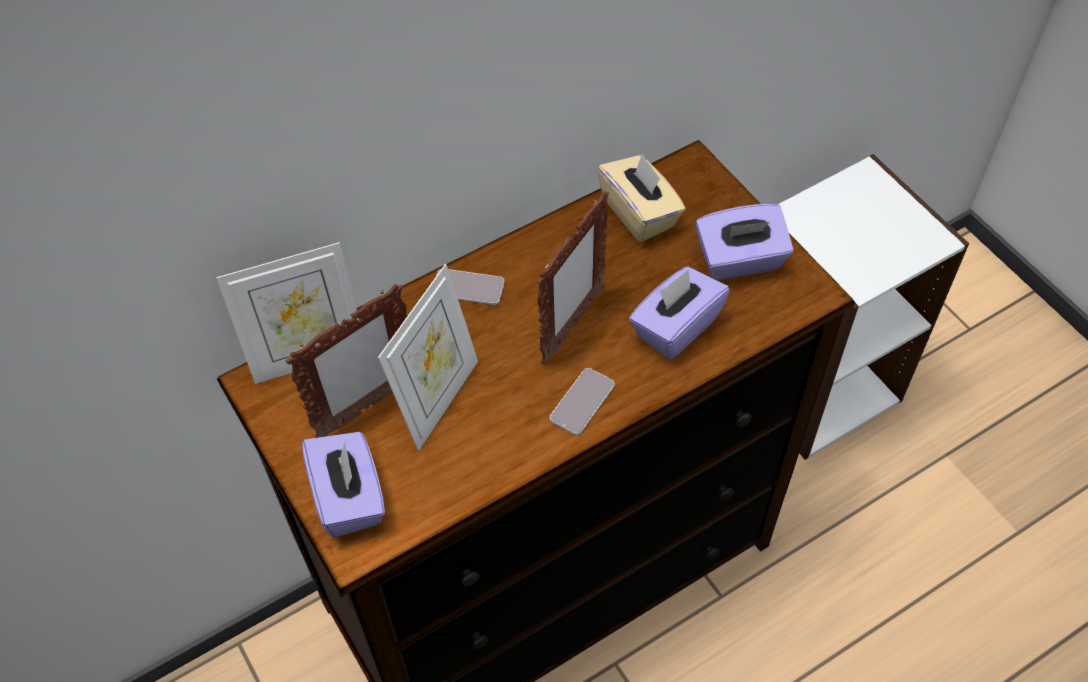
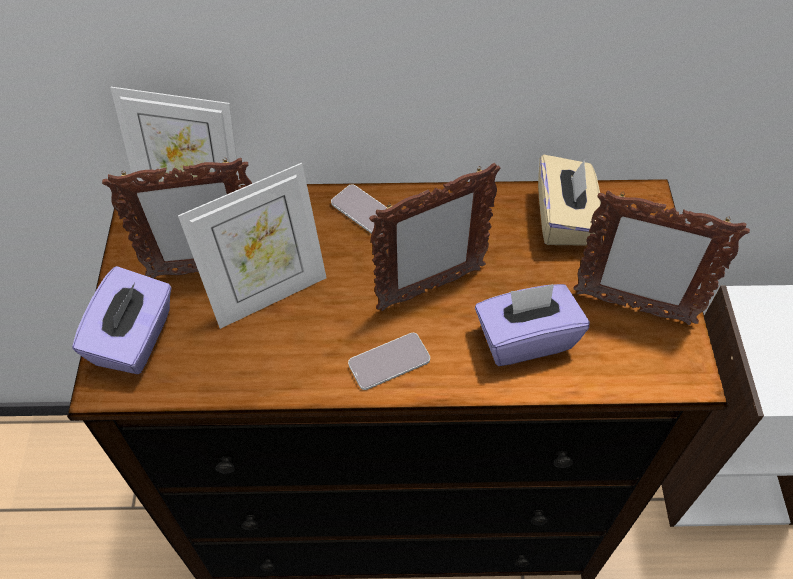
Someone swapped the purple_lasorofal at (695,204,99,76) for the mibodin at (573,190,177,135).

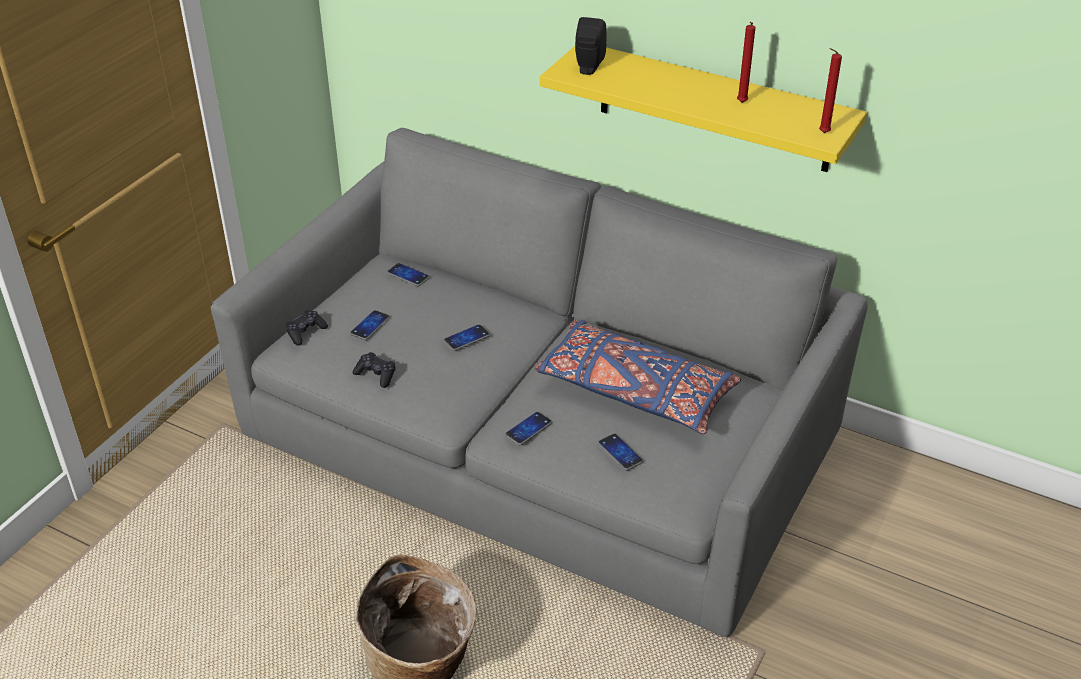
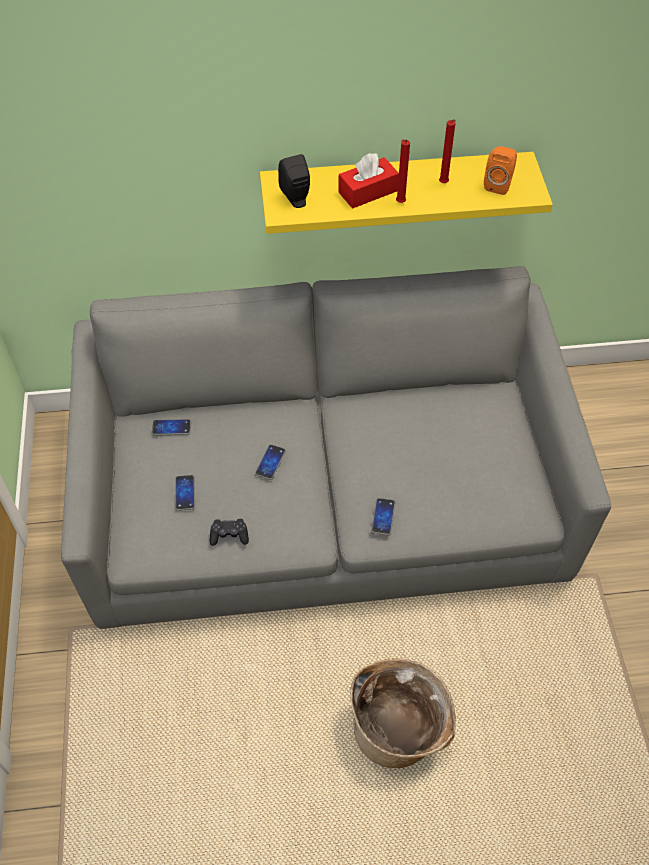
Someone carried the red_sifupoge from (819,48,23,85) to (396,139,14,64). Someone took away the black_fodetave at (285,310,43,36). Someone took away the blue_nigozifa at (535,320,206,114). Someone took away the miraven at (598,434,45,37). Someone put down the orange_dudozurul at (484,146,33,49). Someone put down the red_lasorofal at (338,153,61,56).

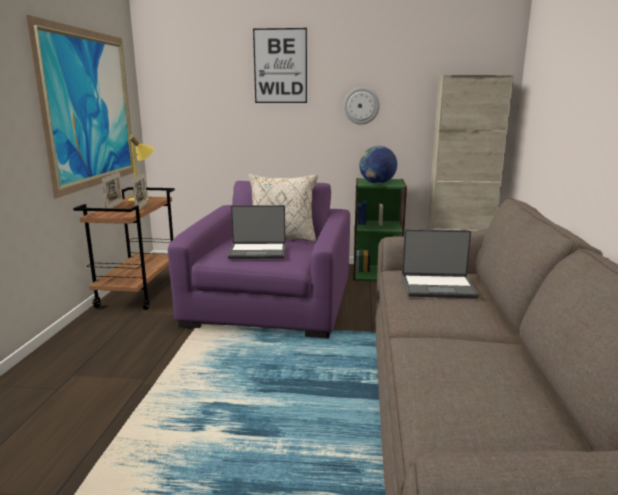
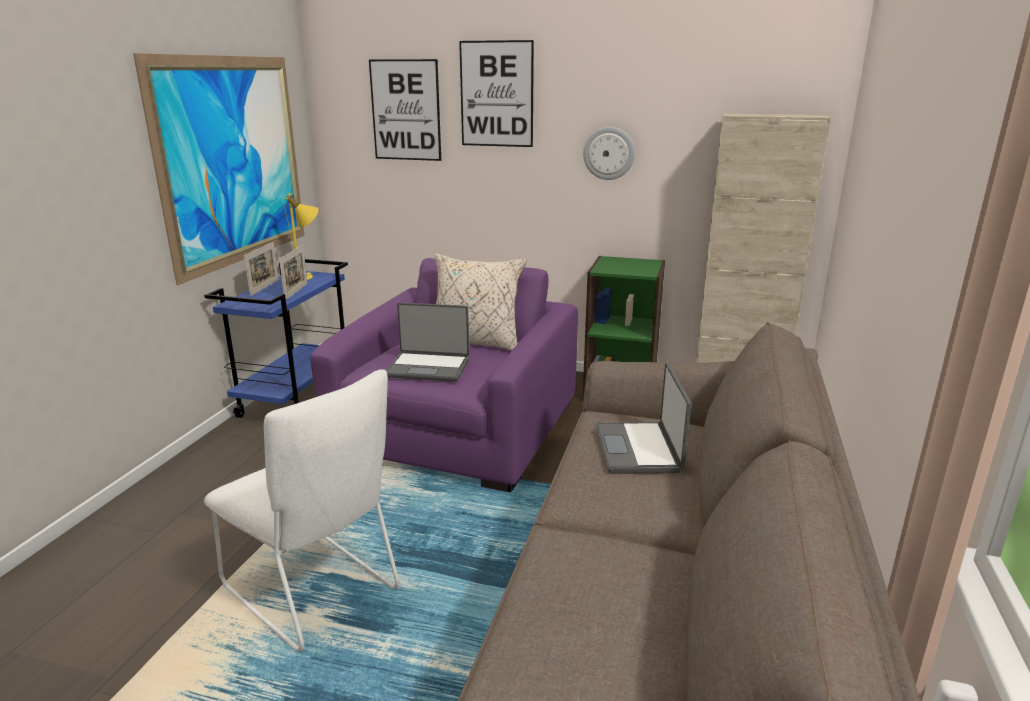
Someone took away the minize at (359,146,38,38). Someone repainted the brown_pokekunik at (73,187,102,123), which became the blue_pokekunik at (204,259,144,159). Someone rotated the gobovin at (402,229,77,69) by 75 degrees clockwise. Someone put up the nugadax at (369,59,72,102). Someone put down the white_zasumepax at (204,369,195,283).

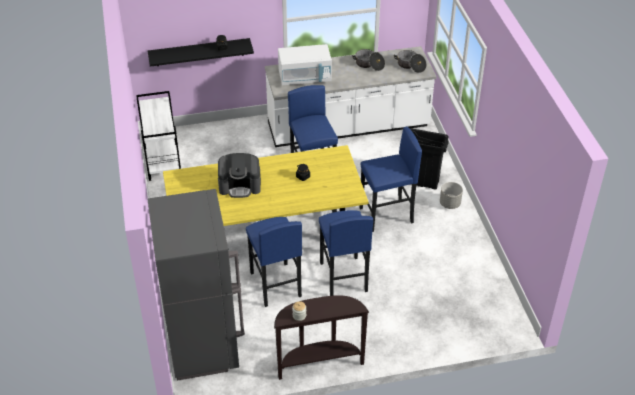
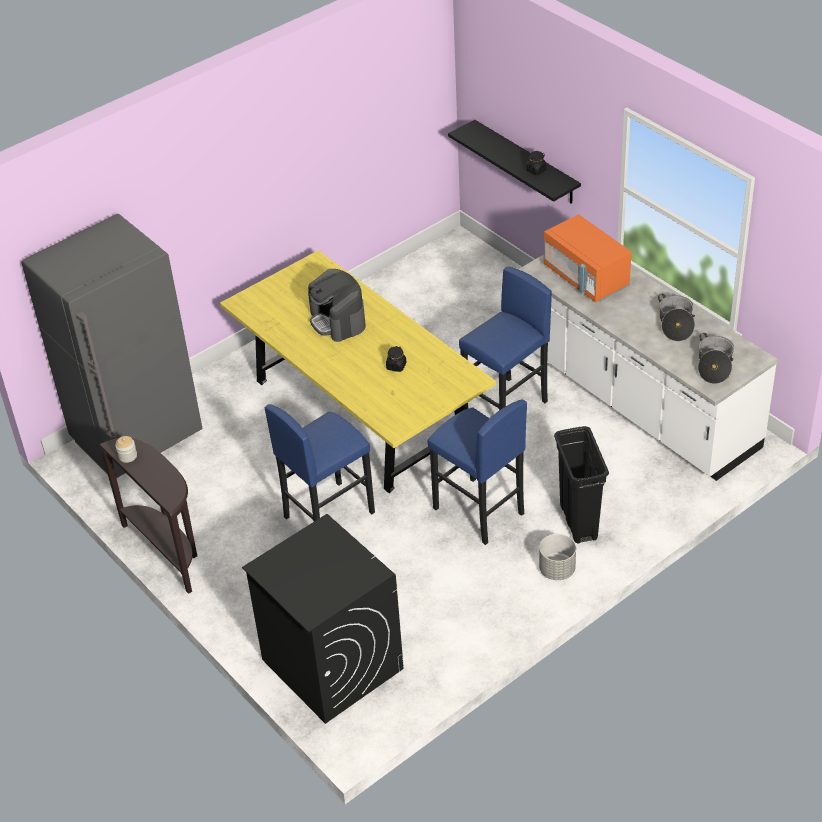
Someone repainted the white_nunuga at (278,44,54,41), which became the orange_nunuga at (544,214,88,88). Someone took away the white_pokekunik at (136,91,45,90). Someone took away the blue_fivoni at (246,217,56,90). Someone put down the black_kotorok at (242,514,162,210).

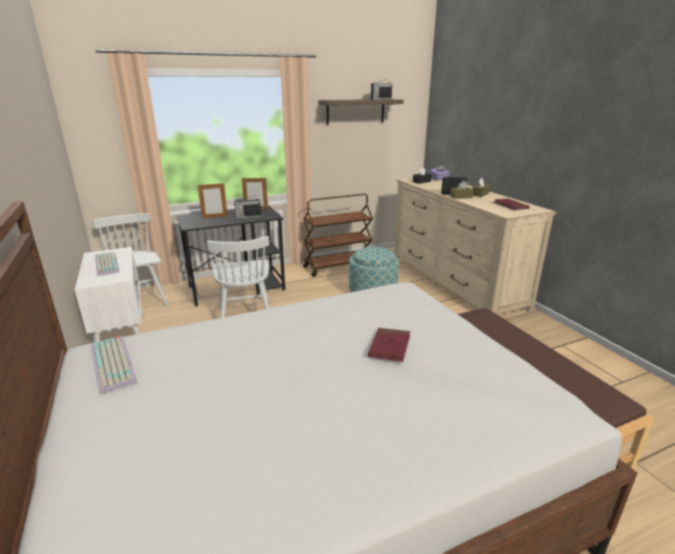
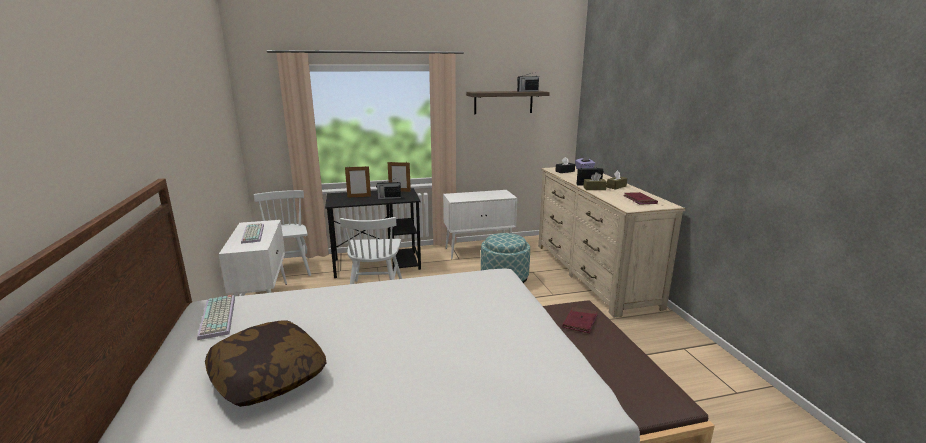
Someone swapped the brown_pokekunik at (303,194,70,83) for the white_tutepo at (443,190,74,69). Someone carried the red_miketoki from (368,328,42,34) to (563,307,34,26). Someone put down the nigozifa at (205,320,122,87).

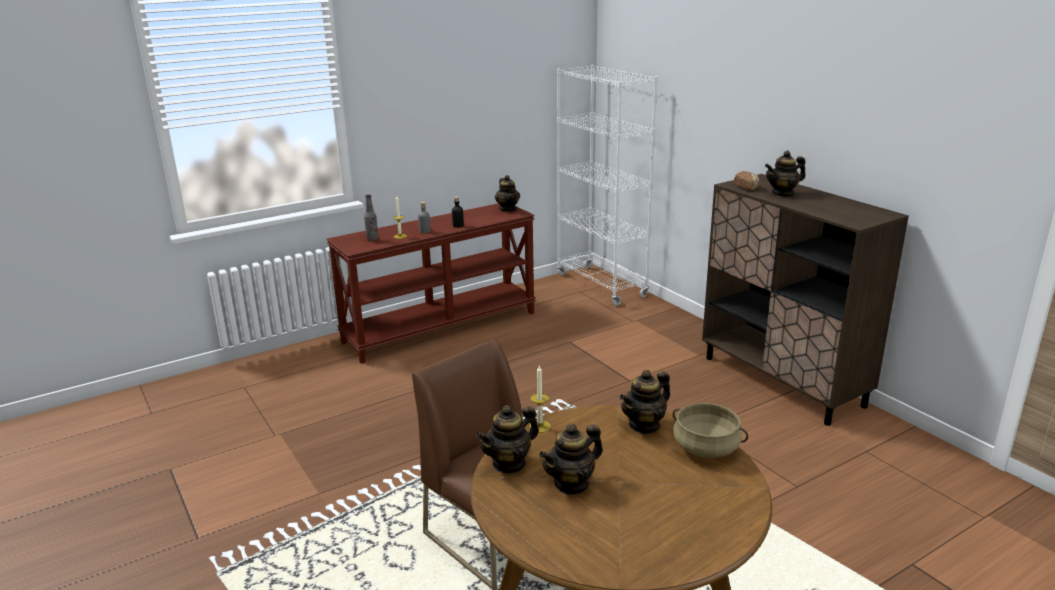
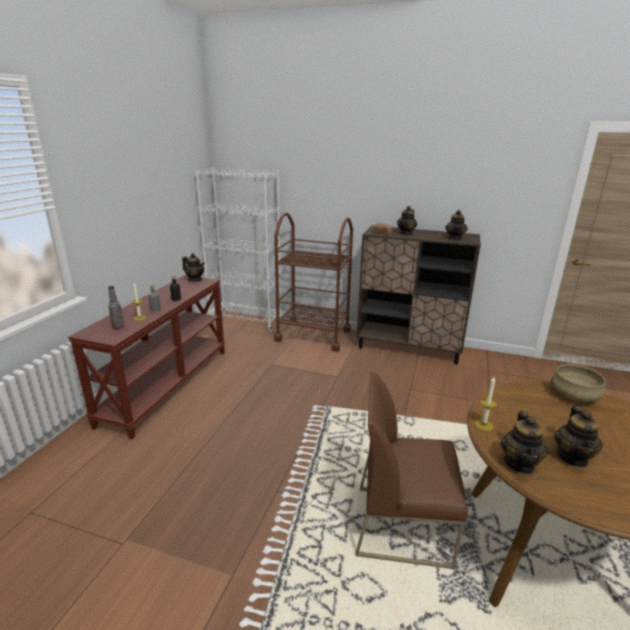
Someone carried the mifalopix from (620,370,50,64) to (445,210,23,30). Someone put down the brown_pokekunik at (274,213,79,139).

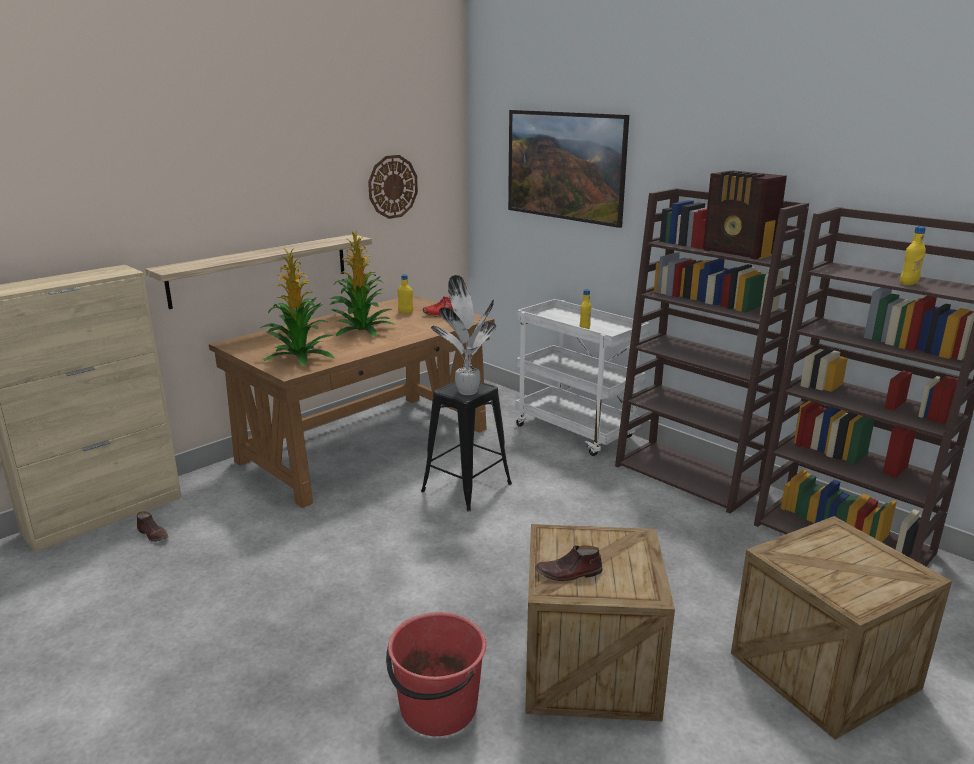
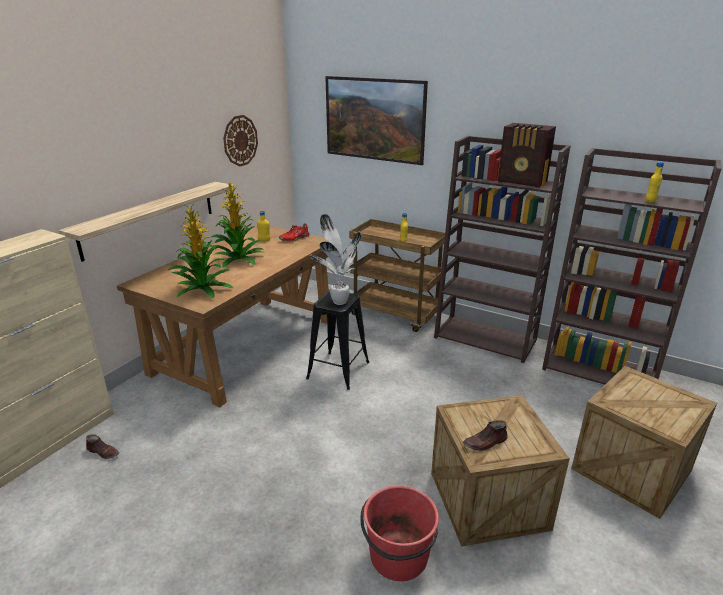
Someone repainted the white_pokekunik at (516,299,134,157), which became the brown_pokekunik at (349,219,96,113).

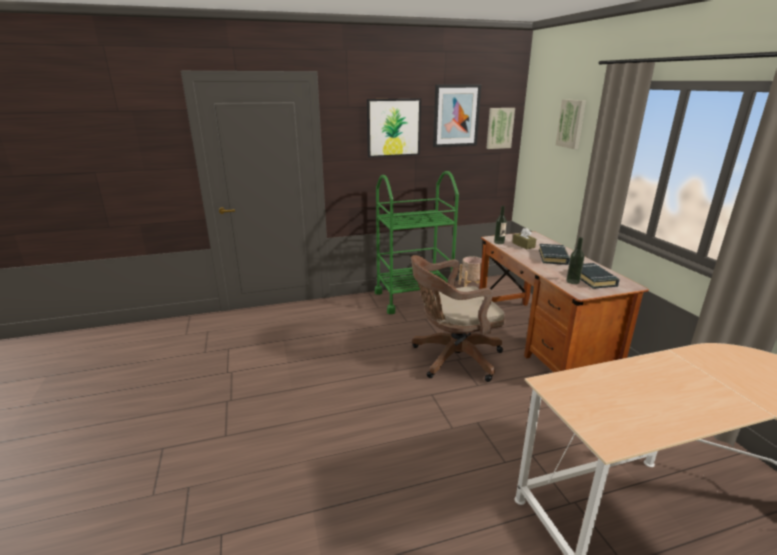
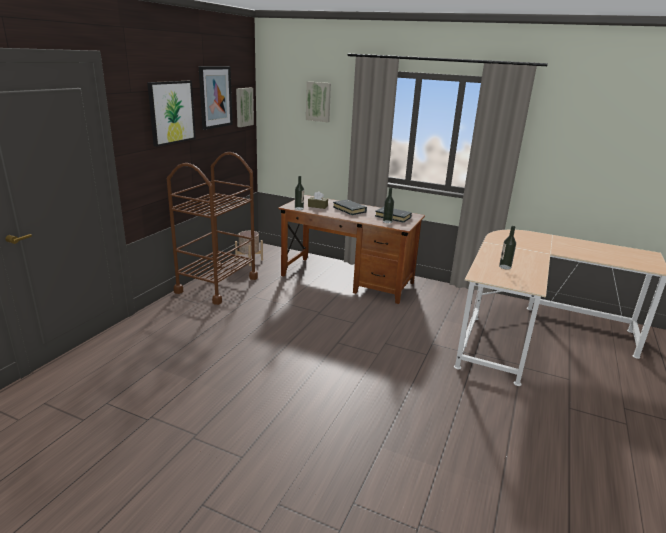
Someone repainted the green_pokekunik at (375,171,84,143), which became the brown_pokekunik at (167,152,91,153). Someone took away the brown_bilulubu at (411,255,94,127). Someone put down the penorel at (499,226,17,44).

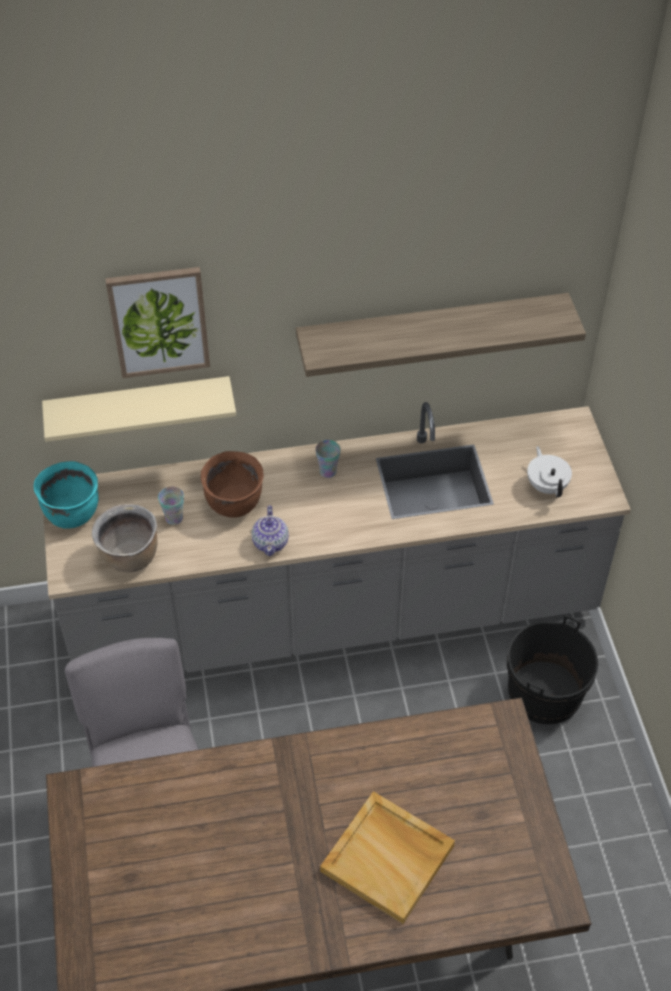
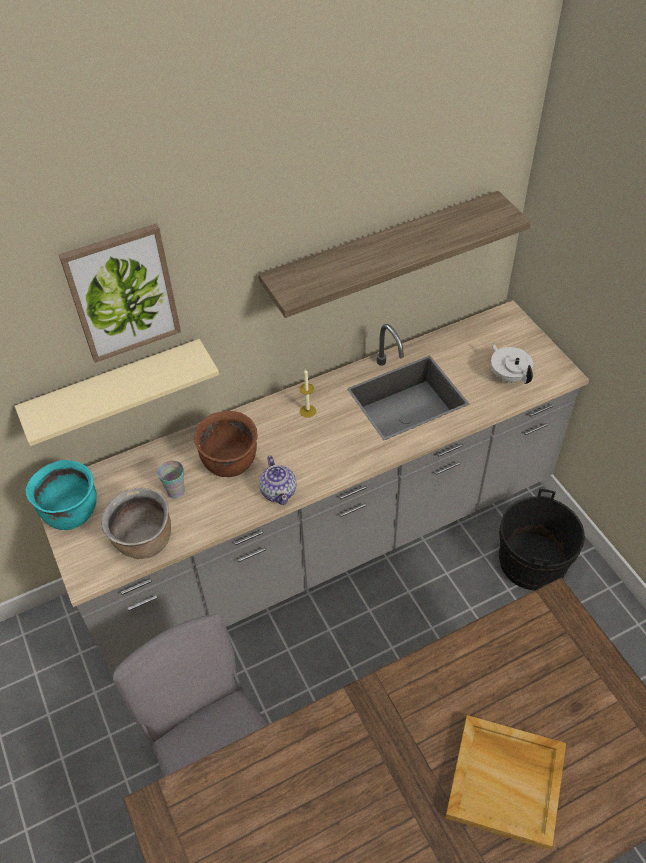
Someone swapped the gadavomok at (315,440,26,38) for the sifupoge at (300,369,16,49).

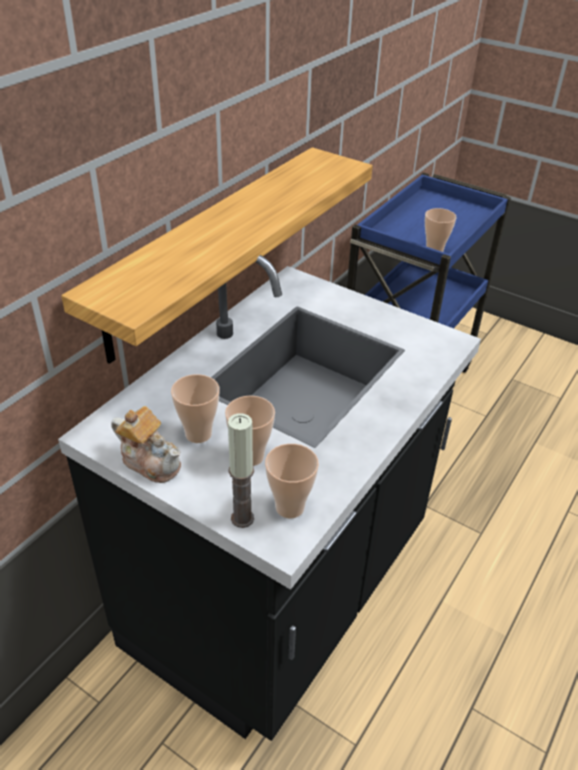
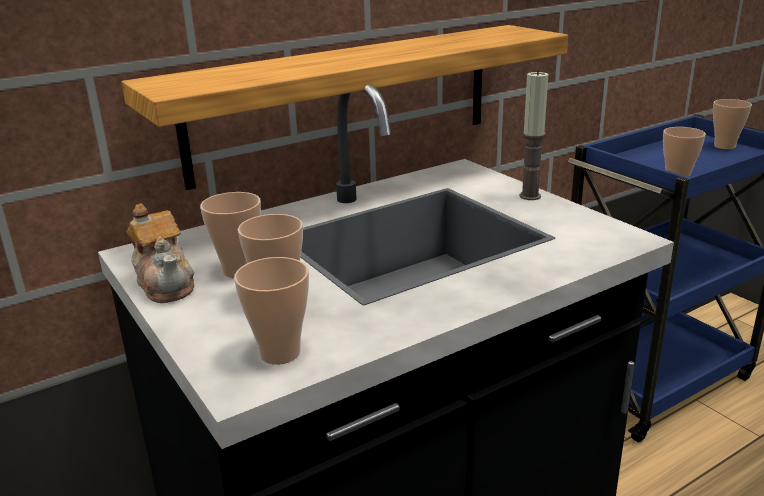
Someone carried the sifupoge from (228,413,26,115) to (519,70,29,130). Someone put down the gadavomok at (713,99,39,51).

